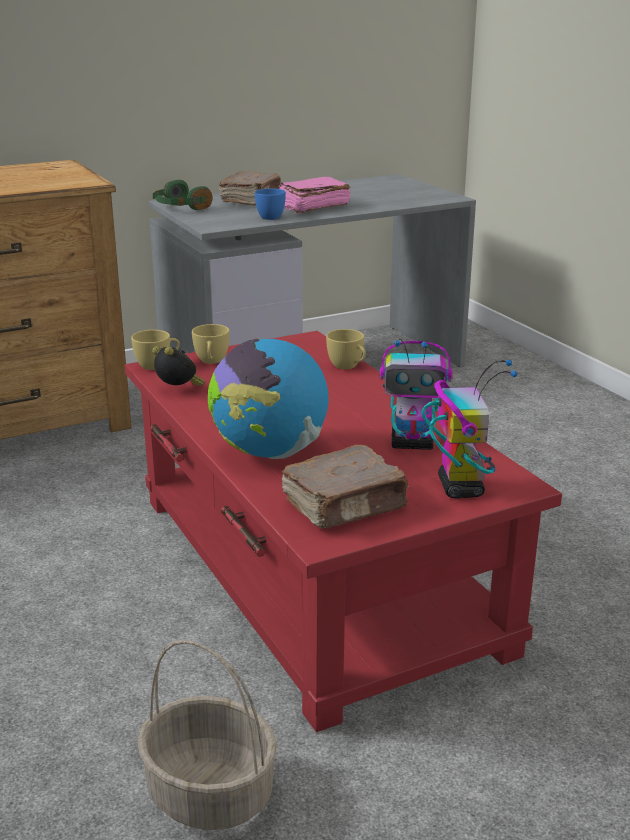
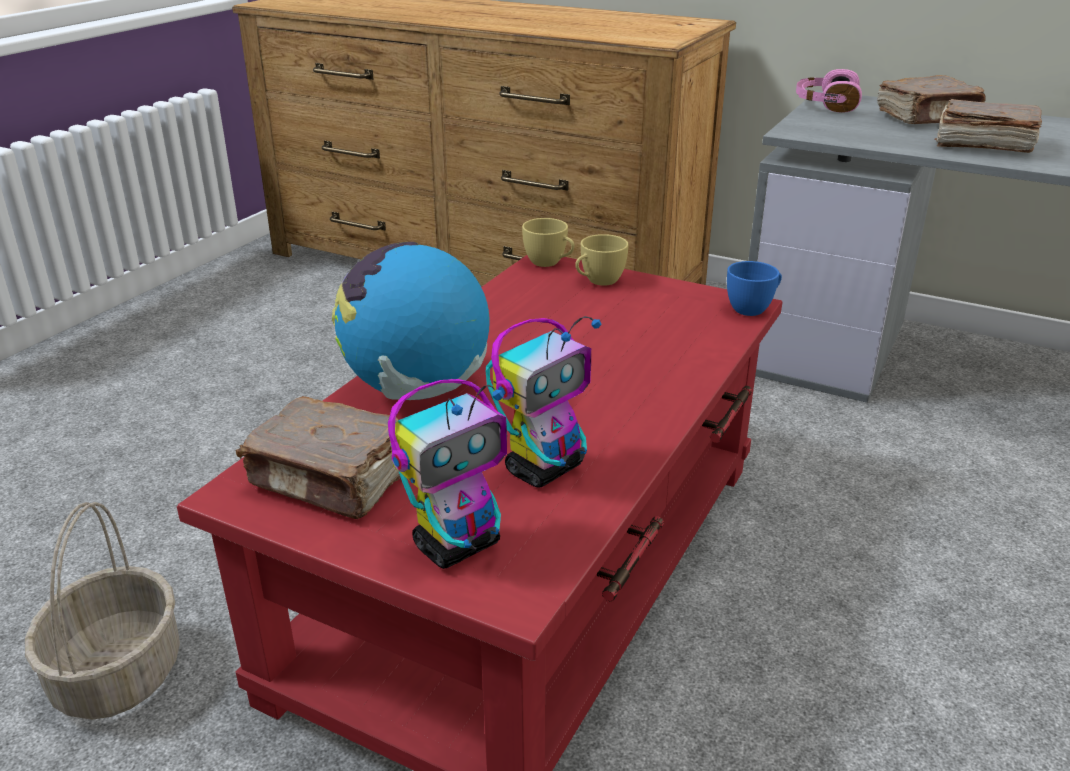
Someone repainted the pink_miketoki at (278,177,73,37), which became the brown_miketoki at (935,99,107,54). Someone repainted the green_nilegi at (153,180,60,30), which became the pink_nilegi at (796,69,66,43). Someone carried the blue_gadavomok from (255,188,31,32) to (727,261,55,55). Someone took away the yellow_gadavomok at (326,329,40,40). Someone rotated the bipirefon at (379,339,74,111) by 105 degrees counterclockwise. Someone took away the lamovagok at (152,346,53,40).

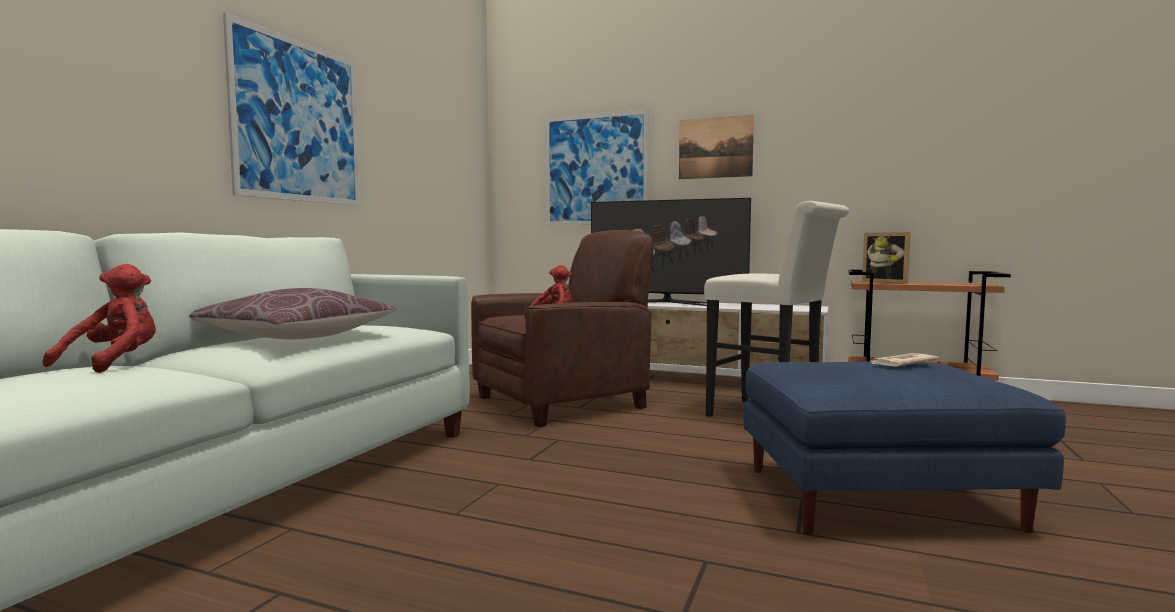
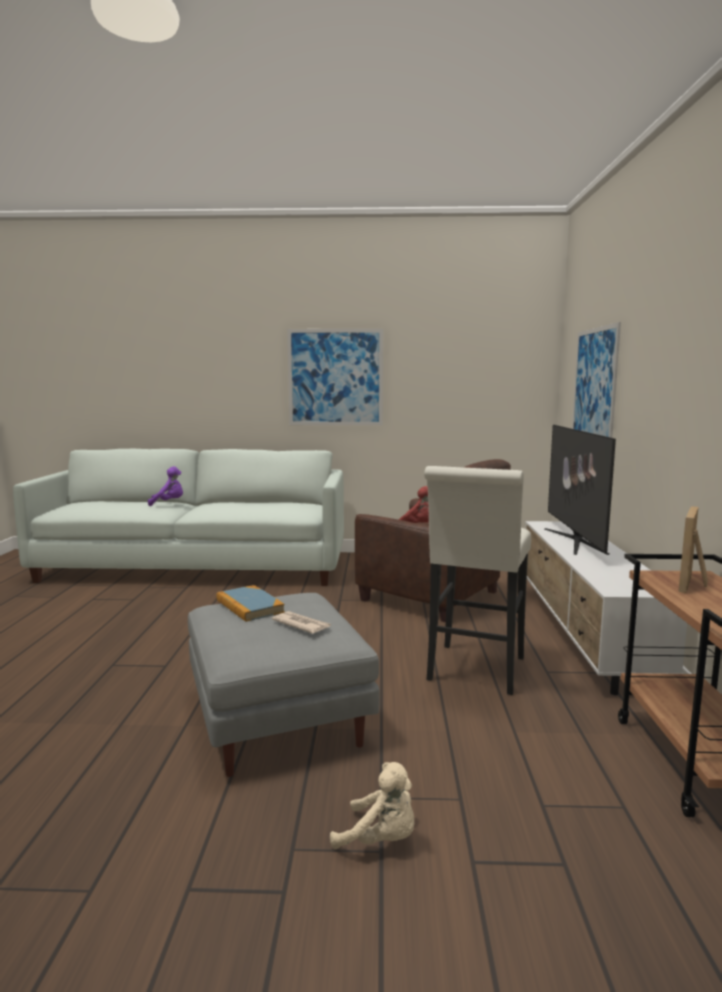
Someone took away the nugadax at (679,115,75,64). Someone repainted the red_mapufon at (42,264,114,109), which became the purple_mapufon at (148,466,35,40). Someone took away the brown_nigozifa at (189,288,208,51). Someone repainted the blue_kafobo at (744,361,322,174), which became the grey_kafobo at (188,593,192,184). Someone put down the miketoki at (217,585,68,37). Someone put down the beige_mapufon at (330,762,84,87).

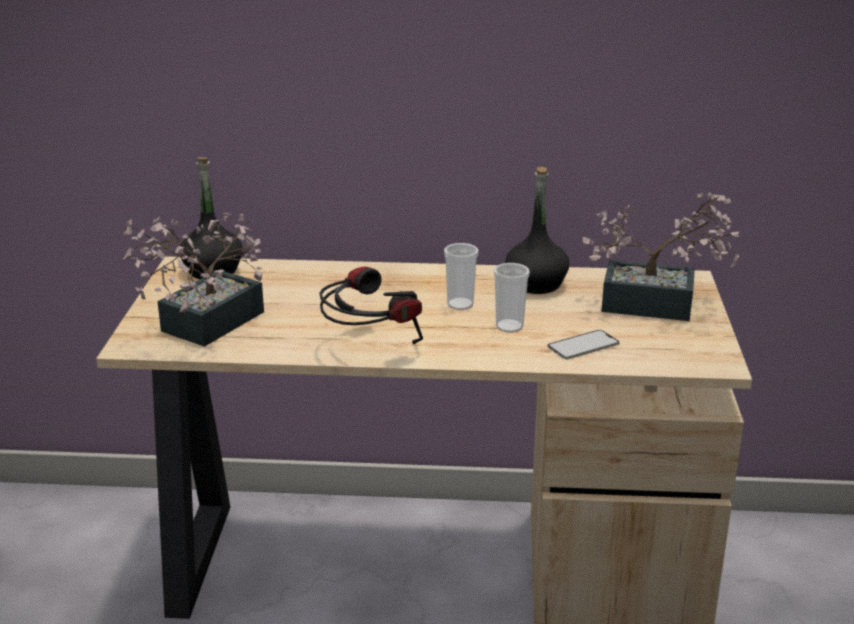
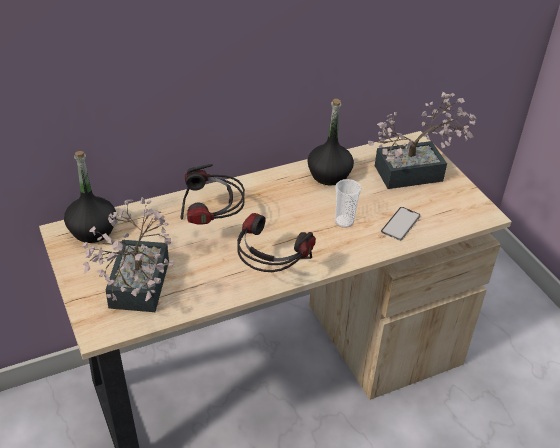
Someone took away the gadavomok at (444,243,35,67). Someone put down the nilegi at (180,164,65,61).

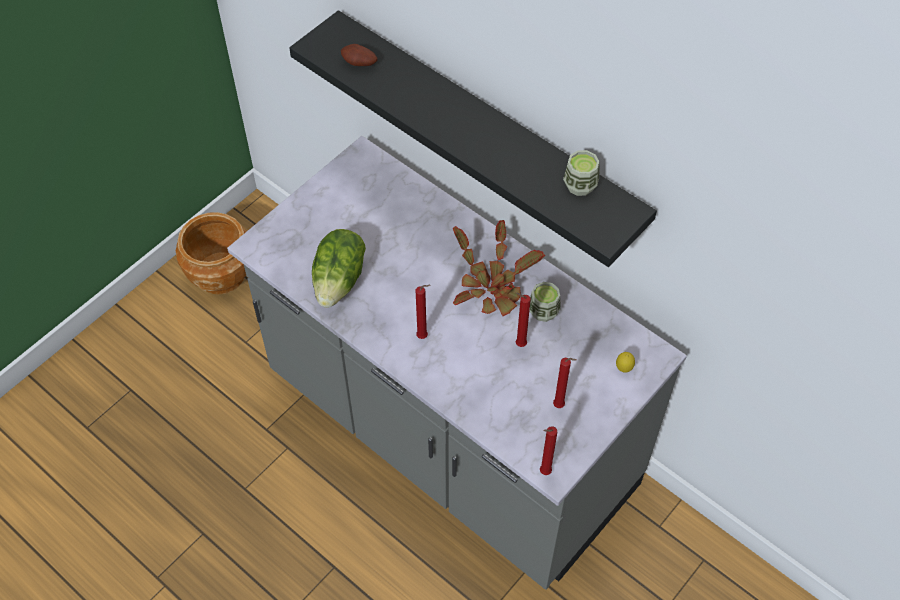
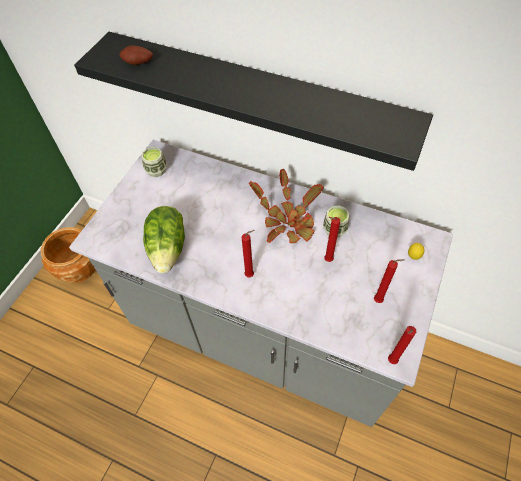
Someone carried the gadavomok from (563,150,36,46) to (142,147,25,30).

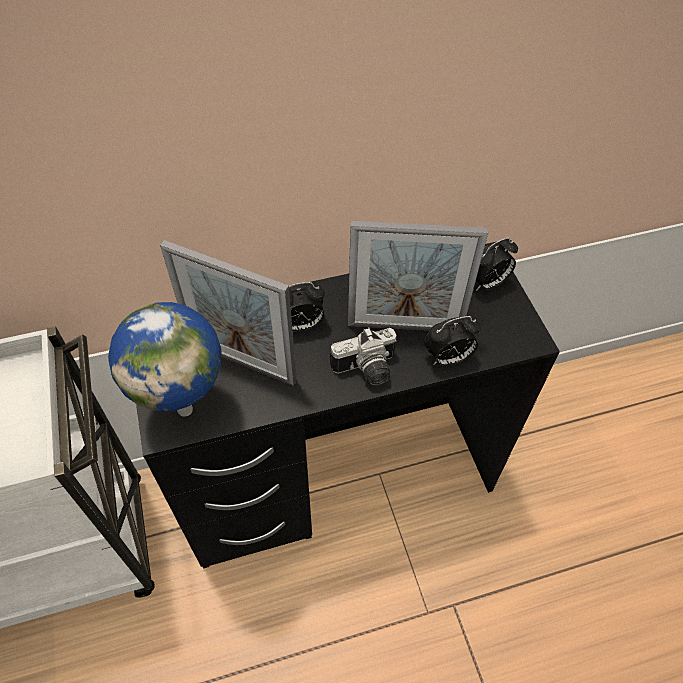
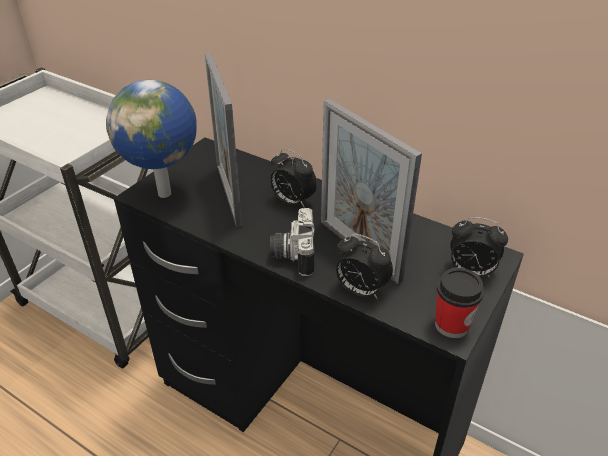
Someone rotated the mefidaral at (330,327,67,59) by 60 degrees clockwise. Someone put down the gadavomok at (435,268,49,70).

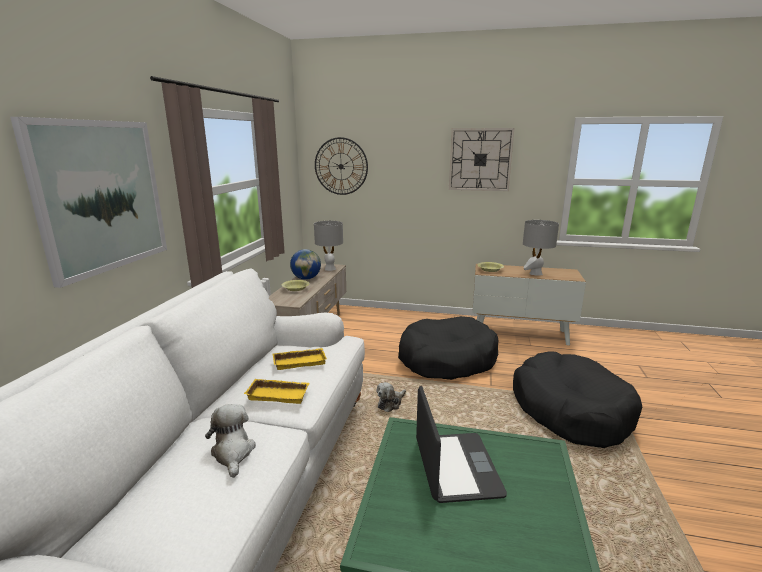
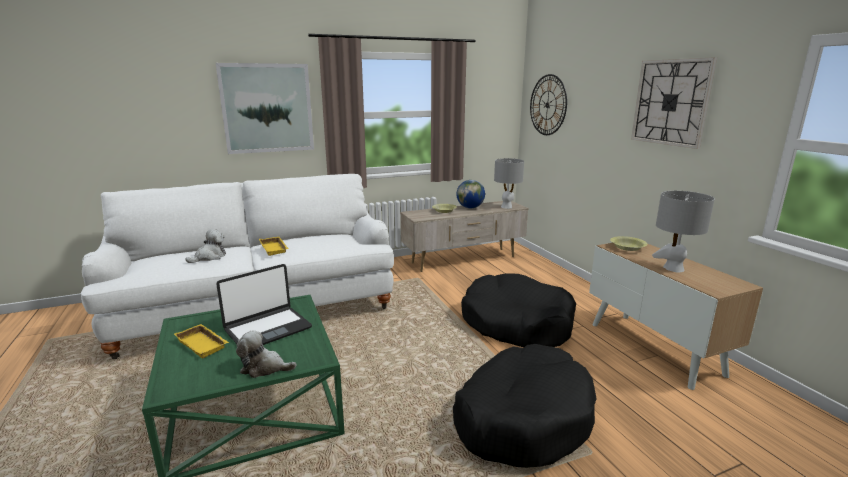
Someone carried the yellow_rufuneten from (273,348,54,22) to (174,324,55,34). Someone carried the mapufon from (376,382,30,30) to (236,330,60,48).

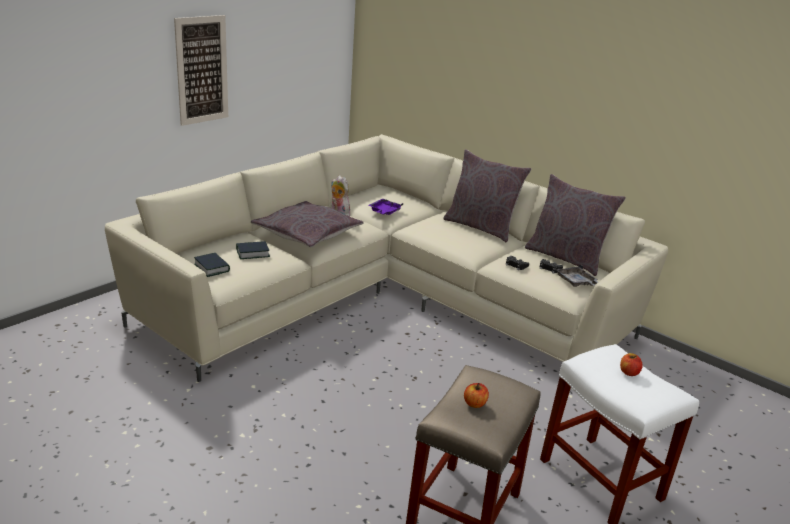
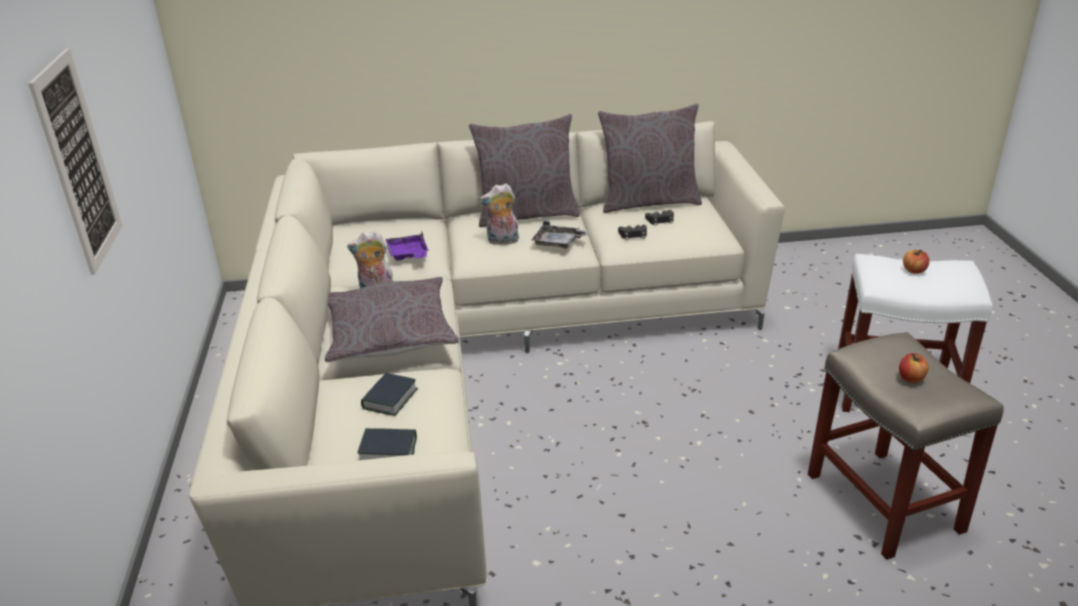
Someone carried the grey_rufuneten from (555,264,43,23) to (531,221,58,28). Someone put down the mapufon at (479,183,40,62).

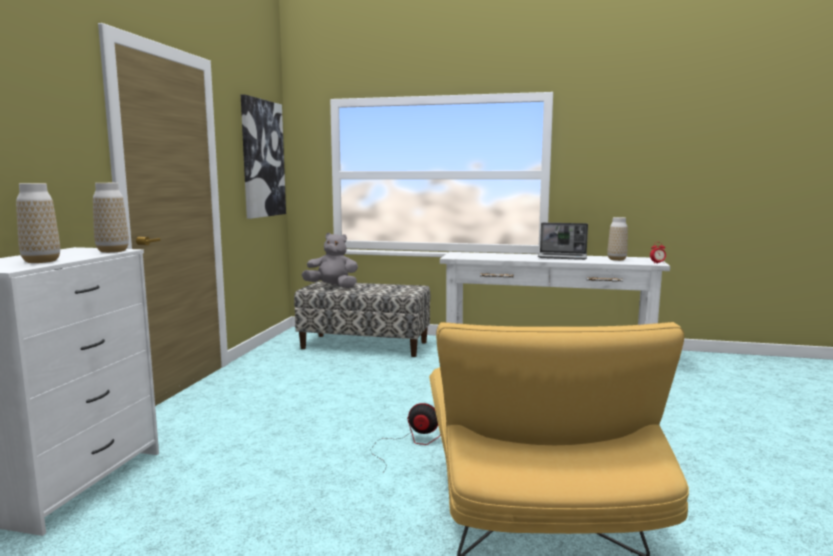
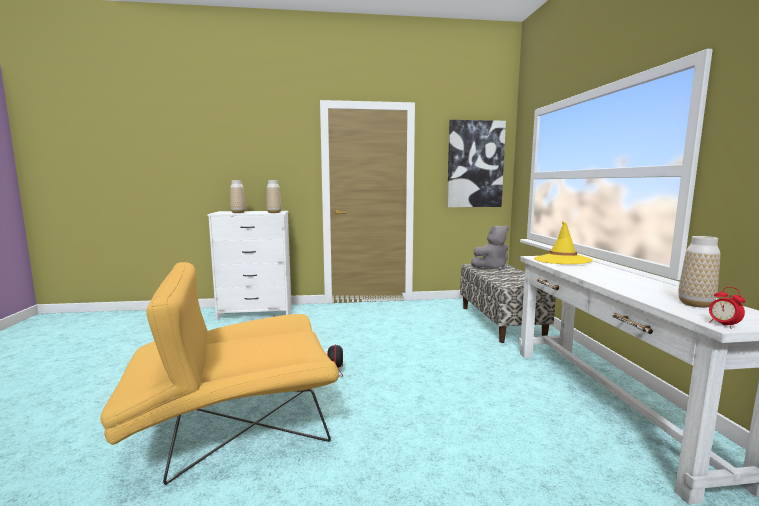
Someone took away the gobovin at (538,223,50,37). Someone rotated the grey_mapufon at (301,233,57,55) by 75 degrees clockwise. Someone put down the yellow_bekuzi at (534,221,59,43).

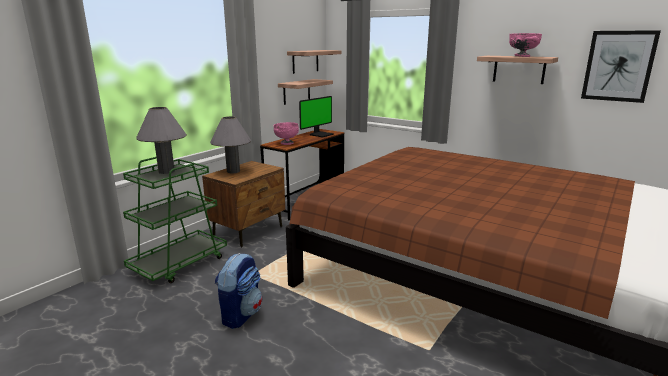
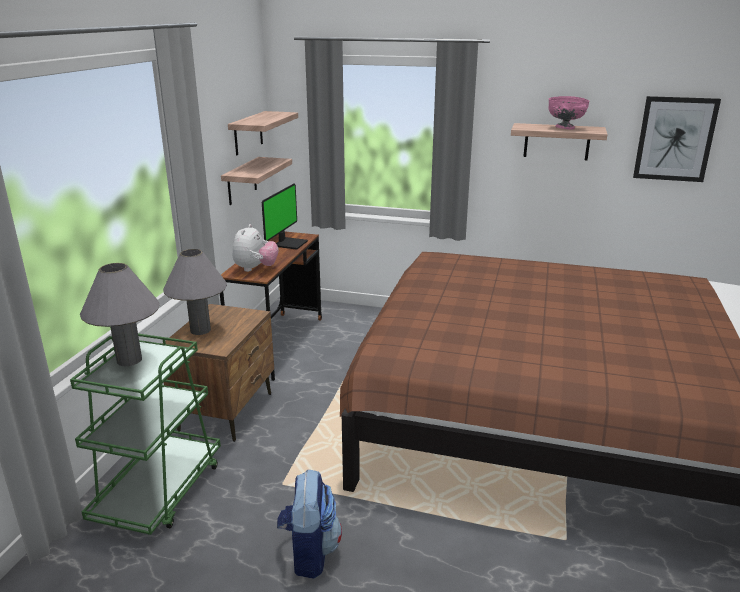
Someone swapped the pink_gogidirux at (273,122,26,23) for the mapufon at (233,224,45,48).

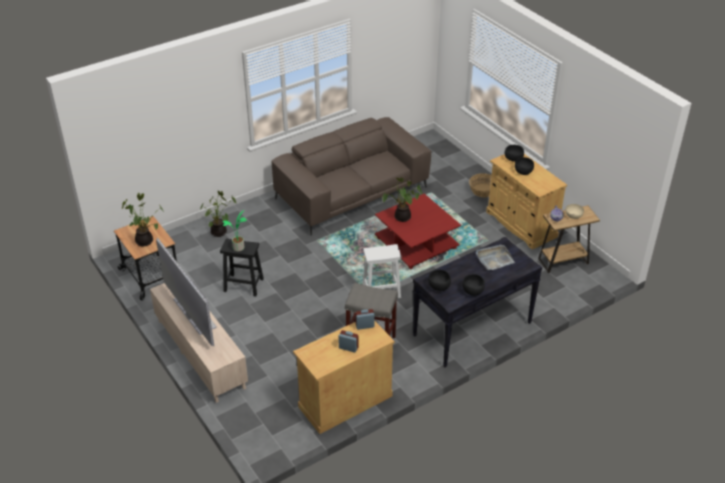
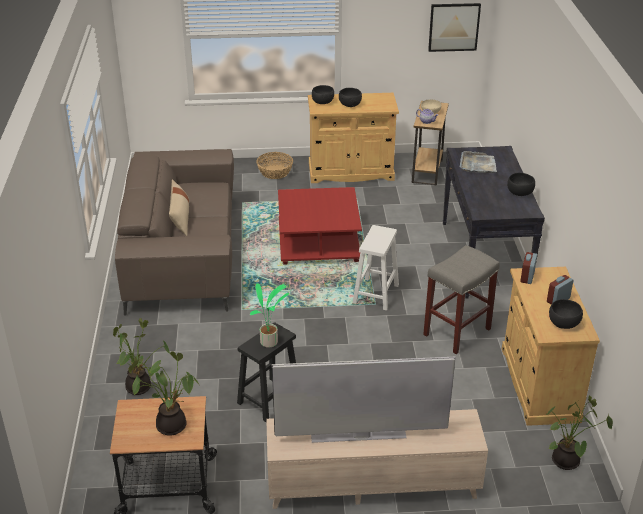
Someone carried the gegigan from (382,178,40,44) to (546,396,67,74). Someone carried the black_gogidirux from (428,270,23,21) to (549,299,34,30). Someone put up the nugadax at (428,3,53,49). Someone put down the beige_nigozifa at (169,179,20,57).

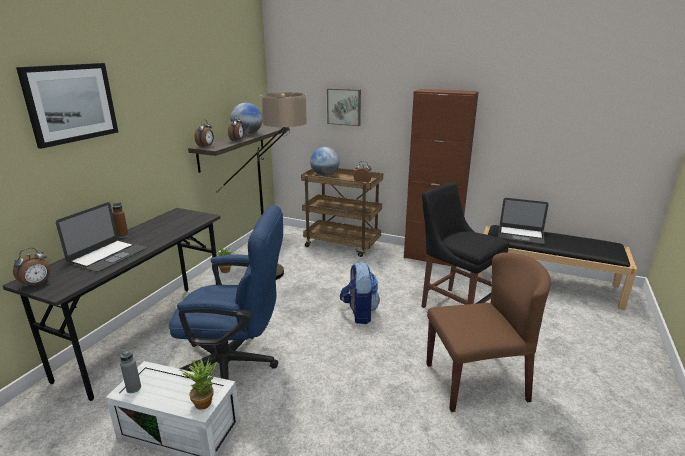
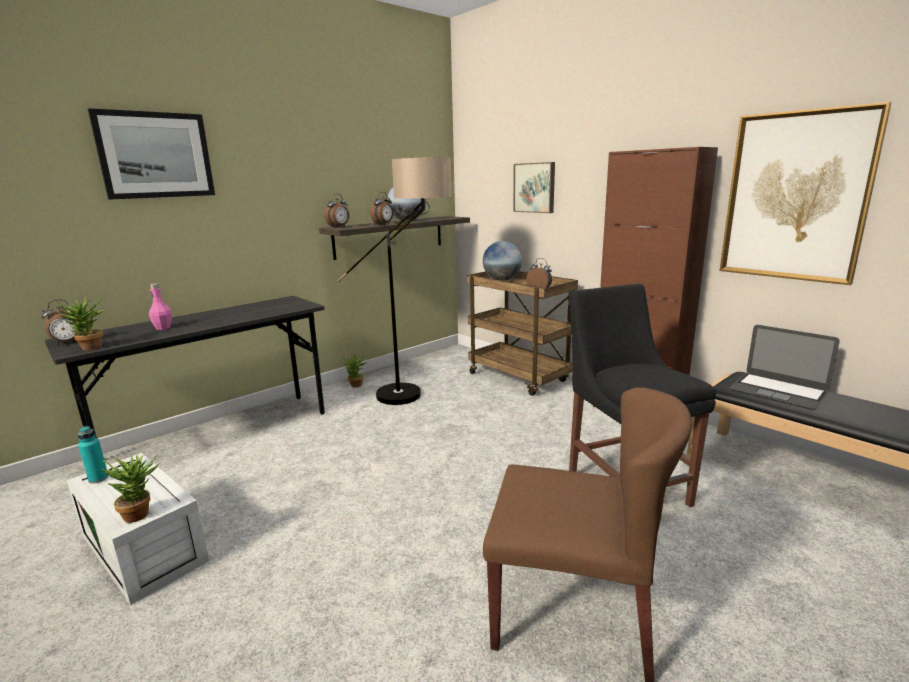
Someone swapped the gobovin at (56,202,91,70) for the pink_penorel at (149,283,23,47). Someone took away the brown_penorel at (113,202,16,36). Someone took away the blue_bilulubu at (169,205,114,175). Someone took away the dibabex at (340,262,40,62). Someone repainted the grey_penorel at (120,349,21,44), which became the turquoise_penorel at (78,426,31,57). Someone put up the nugadax at (720,102,172,183). Someone put down the gegigan at (58,297,46,53).

